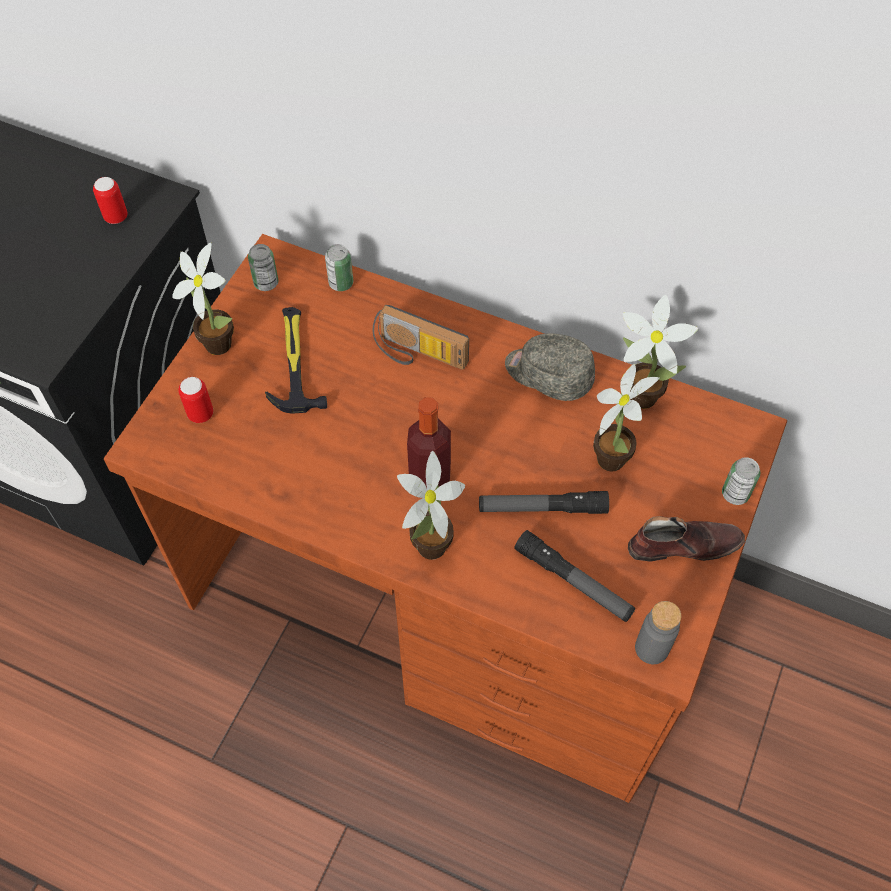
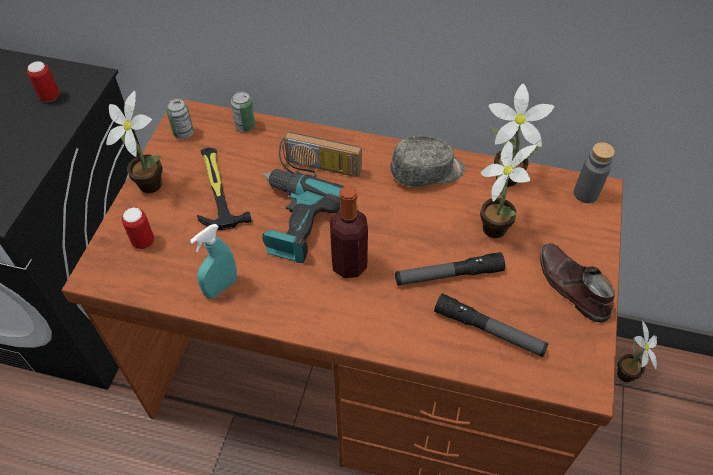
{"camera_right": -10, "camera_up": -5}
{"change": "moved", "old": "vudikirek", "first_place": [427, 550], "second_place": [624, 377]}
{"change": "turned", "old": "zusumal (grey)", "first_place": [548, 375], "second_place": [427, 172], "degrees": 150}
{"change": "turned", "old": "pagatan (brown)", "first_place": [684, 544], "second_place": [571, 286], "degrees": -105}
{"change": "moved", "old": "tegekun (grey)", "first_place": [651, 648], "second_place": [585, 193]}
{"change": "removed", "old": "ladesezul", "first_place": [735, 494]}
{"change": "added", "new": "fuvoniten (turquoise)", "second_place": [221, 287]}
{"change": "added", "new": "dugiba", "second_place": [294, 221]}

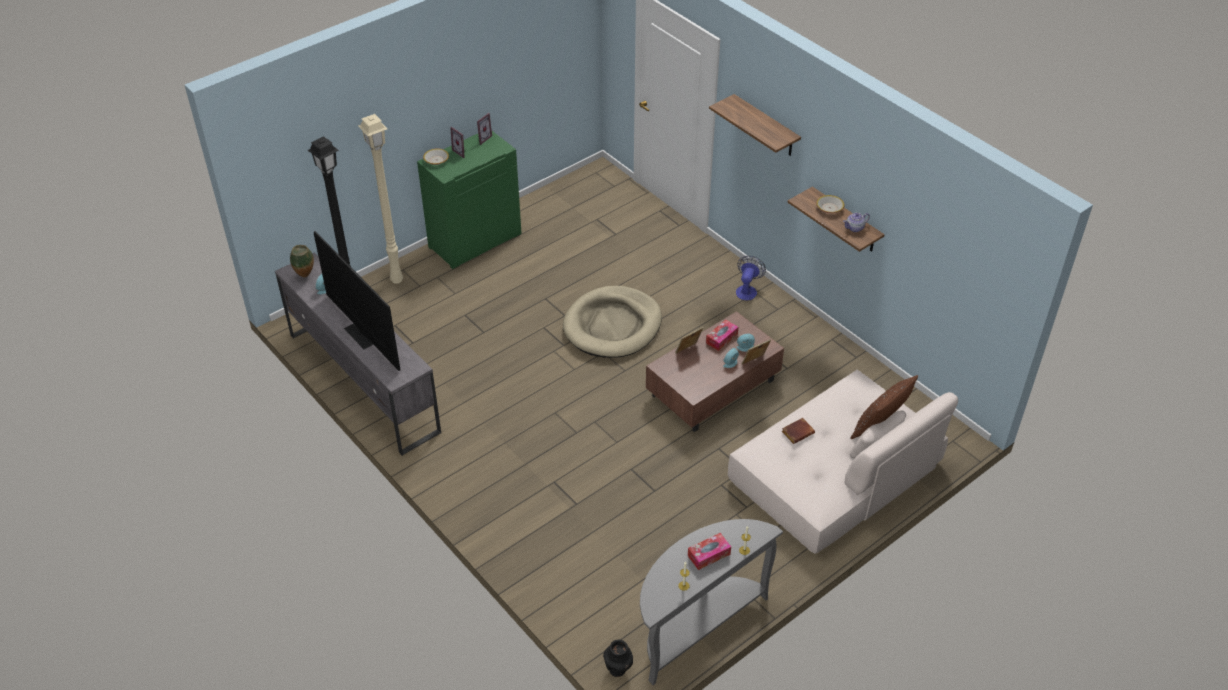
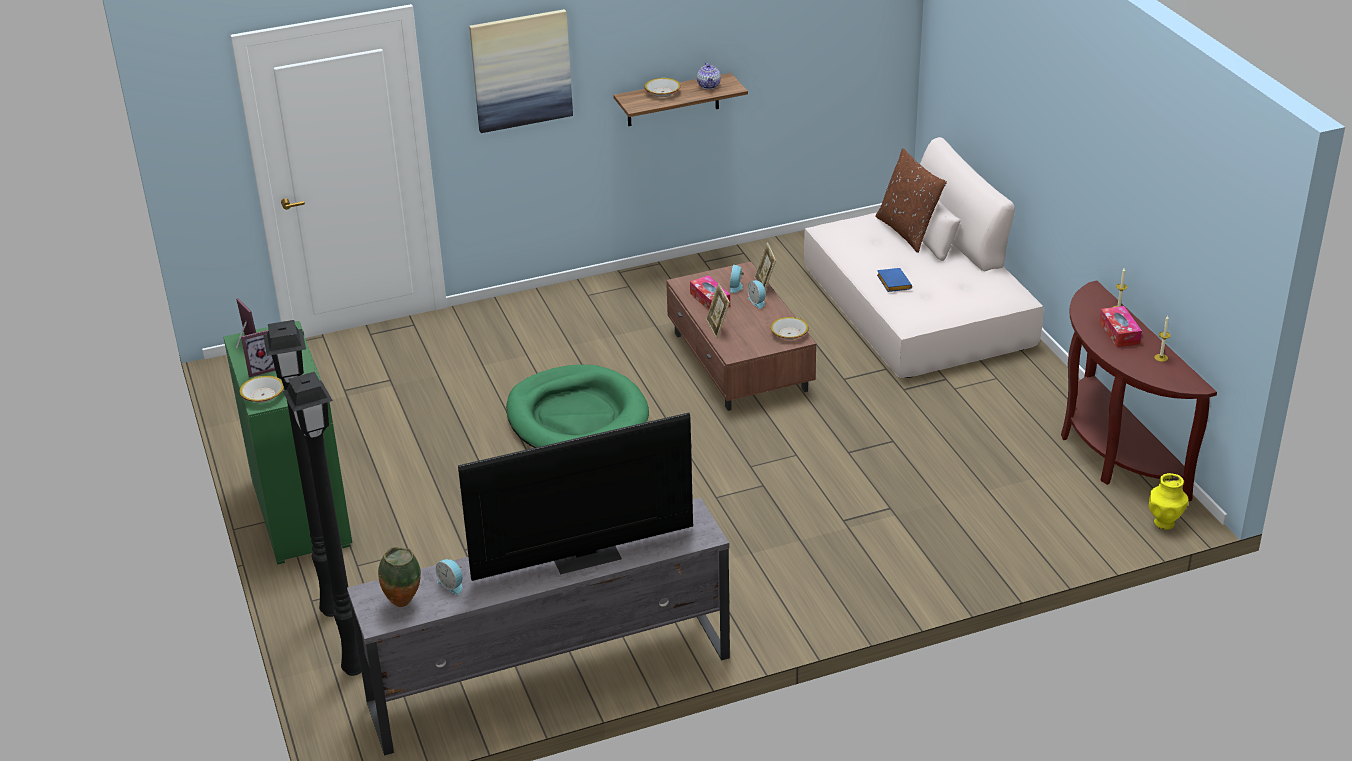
{"camera_right": -70, "camera_up": -10}
{"change": "recoloured", "old": "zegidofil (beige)", "new": "zegidofil (black)", "first_place": [396, 280], "second_place": [333, 611]}
{"change": "recoloured", "old": "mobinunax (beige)", "new": "mobinunax (green)", "first_place": [612, 325], "second_place": [577, 417]}
{"change": "recoloured", "old": "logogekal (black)", "new": "logogekal (yellow)", "first_place": [618, 670], "second_place": [1164, 523]}
{"change": "recoloured", "old": "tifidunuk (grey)", "new": "tifidunuk (brown)", "first_place": [696, 625], "second_place": [1112, 451]}
{"change": "replaced", "old": "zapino", "new": "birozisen", "first_place": [765, 126], "second_place": [521, 70]}
{"change": "removed", "old": "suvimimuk", "first_place": [747, 290]}
{"change": "recoloured", "old": "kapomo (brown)", "new": "kapomo (blue)", "first_place": [797, 432], "second_place": [892, 283]}
{"change": "added", "new": "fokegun", "second_place": [789, 334]}

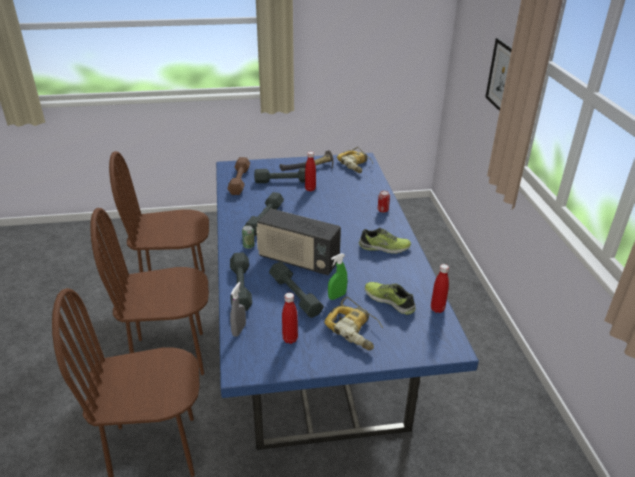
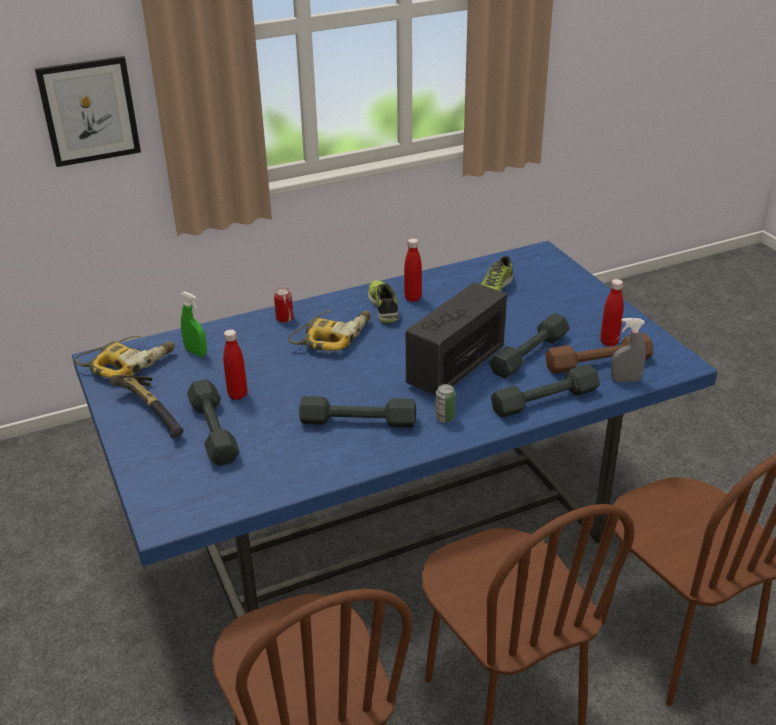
{"camera_right": -105, "camera_up": 0}
{"change": "moved", "old": "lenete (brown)", "first_place": [239, 181], "second_place": [598, 363]}
{"change": "turned", "old": "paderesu", "first_place": [298, 261], "second_place": [455, 366], "degrees": -150}
{"change": "moved", "old": "dugiba", "first_place": [356, 329], "second_place": [332, 336]}
{"change": "moved", "old": "fuvoniten (green)", "first_place": [337, 296], "second_place": [196, 352]}
{"change": "moved", "old": "tegekun (red)", "first_place": [437, 309], "second_place": [413, 298]}

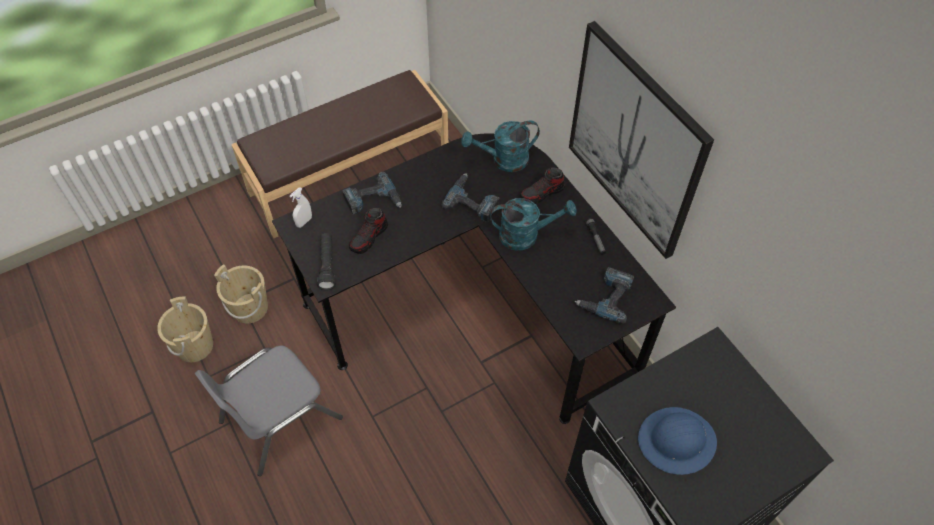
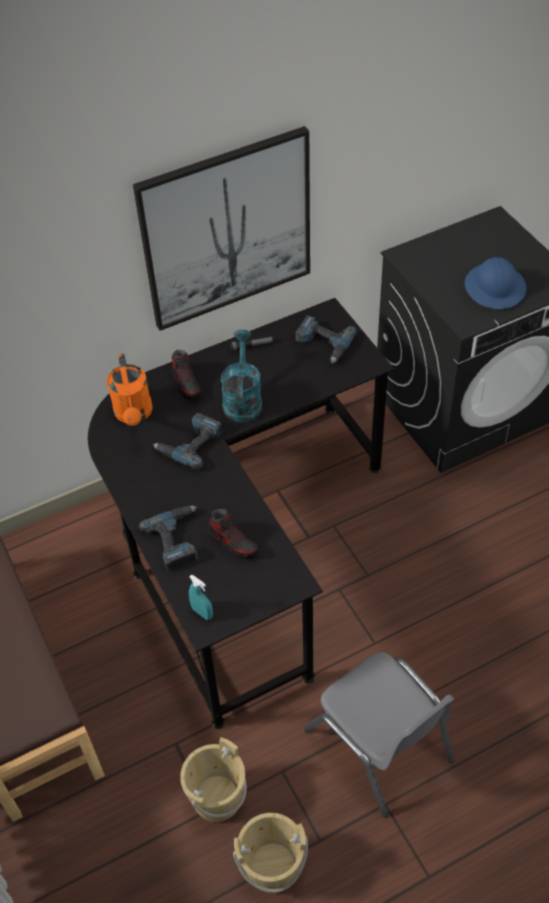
{"camera_right": -85, "camera_up": -5}
{"change": "recoloured", "old": "fuvoniten (white)", "new": "fuvoniten (turquoise)", "first_place": [304, 222], "second_place": [202, 613]}
{"change": "removed", "old": "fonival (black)", "first_place": [327, 265]}
{"change": "recoloured", "old": "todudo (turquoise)", "new": "todudo (orange)", "first_place": [503, 160], "second_place": [134, 414]}

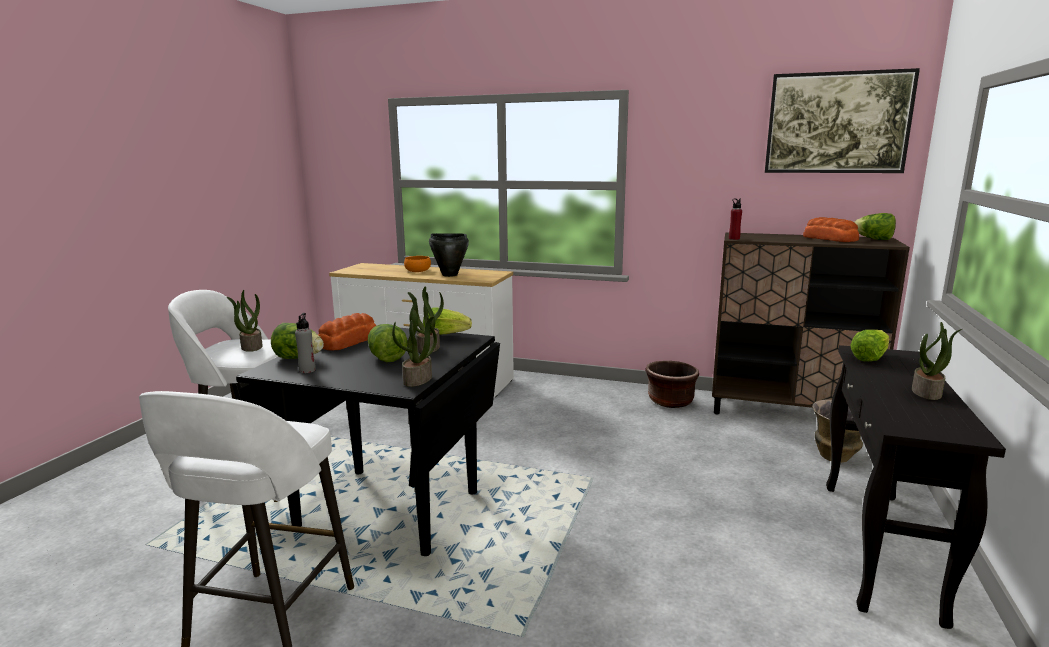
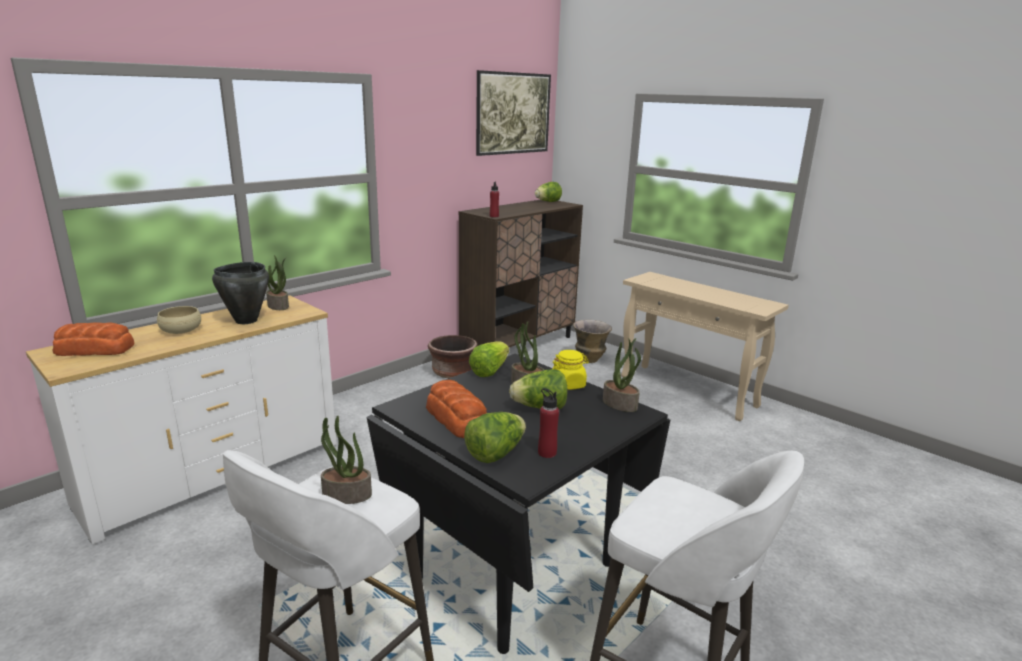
{"camera_right": -65, "camera_up": 5}
{"change": "recoloured", "old": "tegekun (grey)", "new": "tegekun (red)", "first_place": [307, 370], "second_place": [547, 453]}
{"change": "recoloured", "old": "fokegun (orange)", "new": "fokegun (beige)", "first_place": [417, 271], "second_place": [181, 330]}
{"change": "moved", "old": "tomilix", "first_place": [829, 239], "second_place": [94, 349]}
{"change": "recoloured", "old": "tifidunuk (black)", "new": "tifidunuk (beige)", "first_place": [879, 548], "second_place": [689, 392]}
{"change": "removed", "old": "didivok", "first_place": [869, 357]}
{"change": "moved", "old": "vudikirek", "first_place": [927, 392], "second_place": [279, 306]}
{"change": "added", "new": "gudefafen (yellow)", "second_place": [568, 385]}

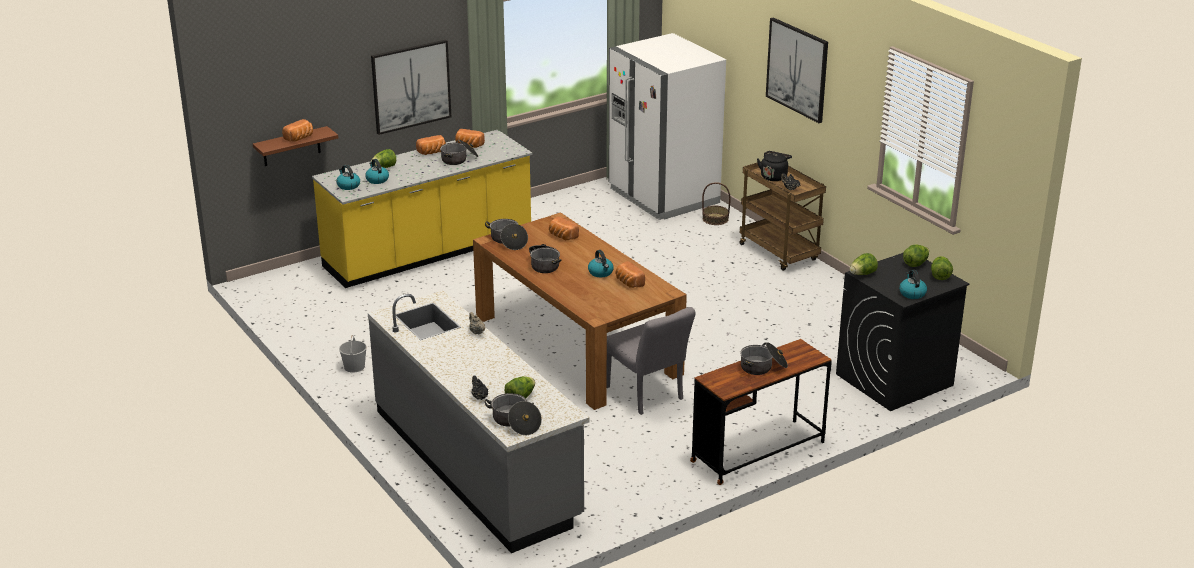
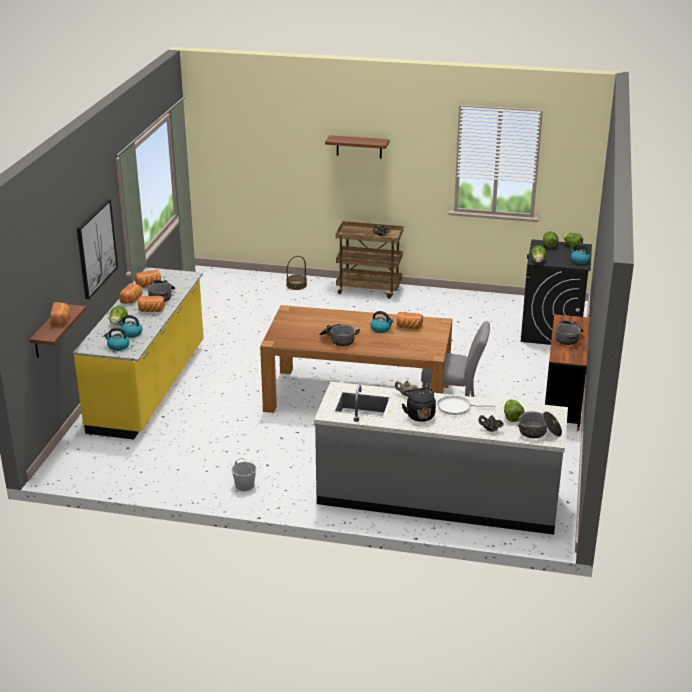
{"camera_right": -45, "camera_up": 0}
{"change": "removed", "old": "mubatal", "first_place": [508, 241]}
{"change": "moved", "old": "tomilix", "first_place": [562, 236], "second_place": [151, 311]}
{"change": "removed", "old": "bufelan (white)", "first_place": [663, 196]}
{"change": "moved", "old": "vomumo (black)", "first_place": [774, 176], "second_place": [419, 415]}
{"change": "replaced", "old": "birozisen", "new": "zapino (brown)", "first_place": [797, 69], "second_place": [359, 147]}
{"change": "added", "new": "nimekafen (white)", "second_place": [456, 407]}

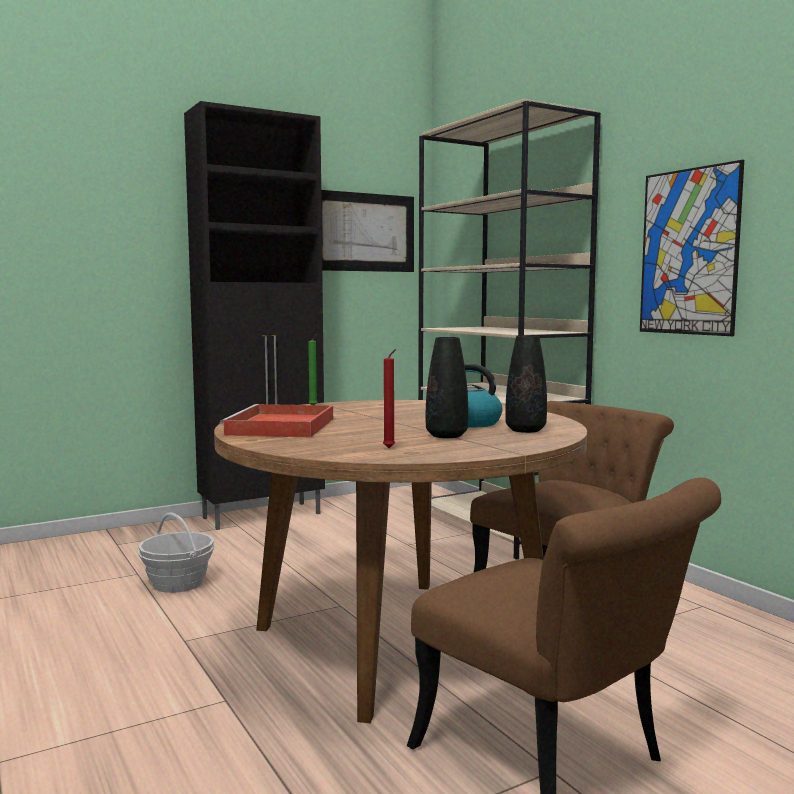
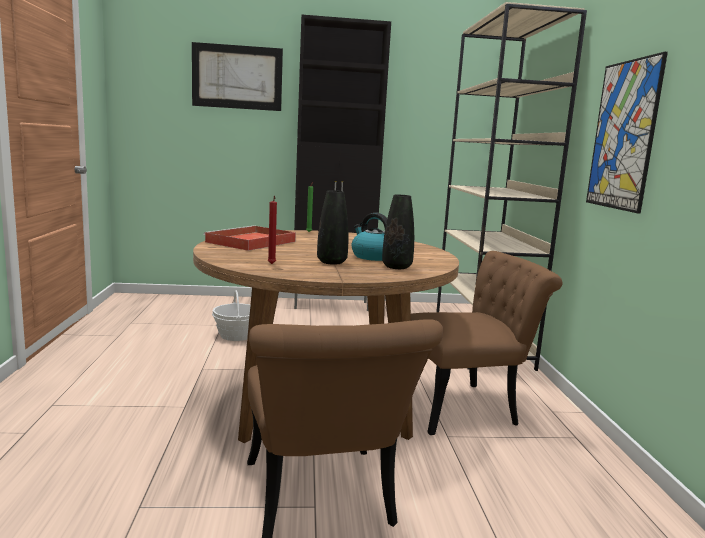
{"camera_right": 25, "camera_up": 5}
{"change": "moved", "old": "birozisen", "first_place": [364, 232], "second_place": [237, 77]}

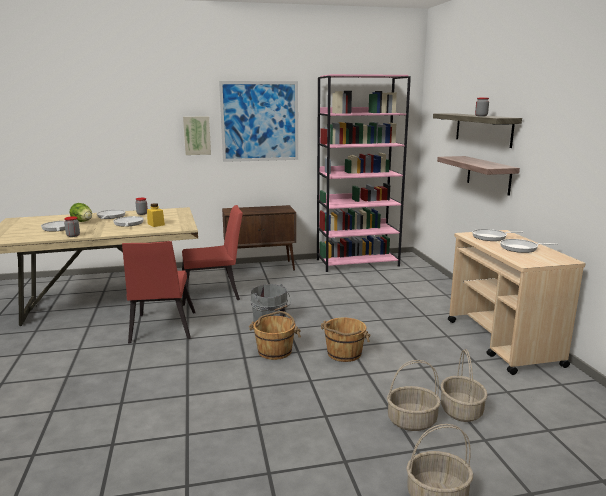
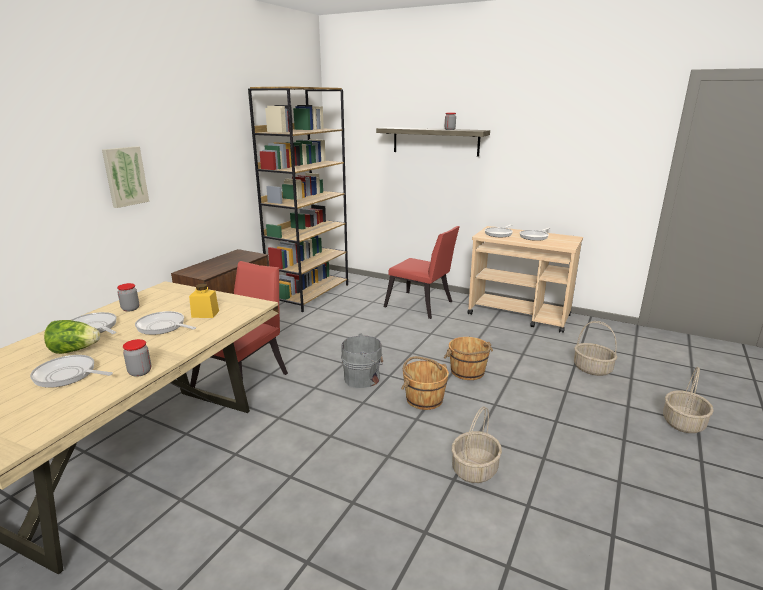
{"camera_right": -50, "camera_up": 5}
{"change": "moved", "old": "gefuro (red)", "first_place": [161, 329], "second_place": [421, 306]}
{"change": "removed", "old": "birozisen", "first_place": [260, 121]}
{"change": "recoloured", "old": "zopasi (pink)", "new": "zopasi (brown)", "first_place": [357, 262], "second_place": [309, 294]}
{"change": "moved", "old": "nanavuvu", "first_place": [412, 420], "second_place": [474, 469]}
{"change": "removed", "old": "zapino", "first_place": [488, 175]}

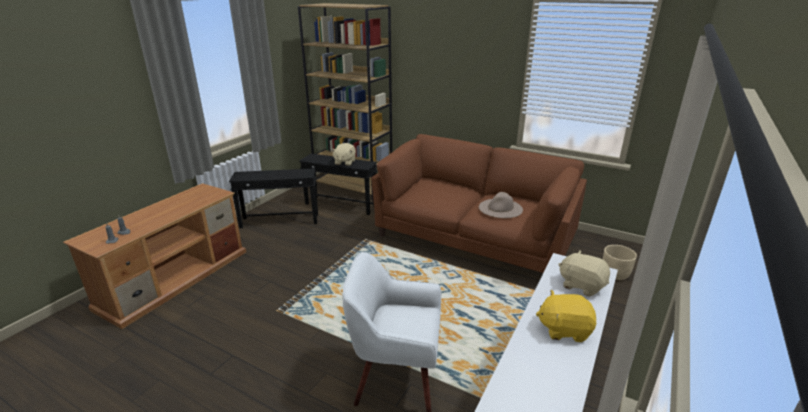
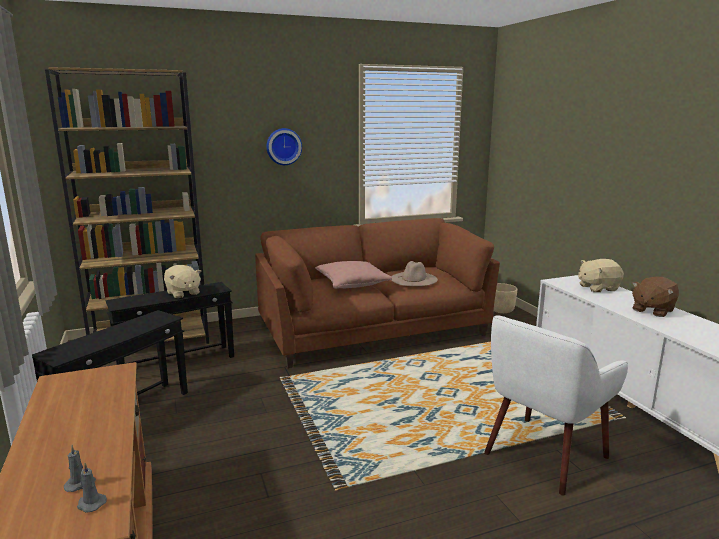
{"camera_right": -50, "camera_up": -10}
{"change": "recoloured", "old": "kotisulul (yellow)", "new": "kotisulul (brown)", "first_place": [564, 329], "second_place": [652, 310]}
{"change": "added", "new": "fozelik", "second_place": [283, 146]}
{"change": "added", "new": "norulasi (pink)", "second_place": [352, 284]}

